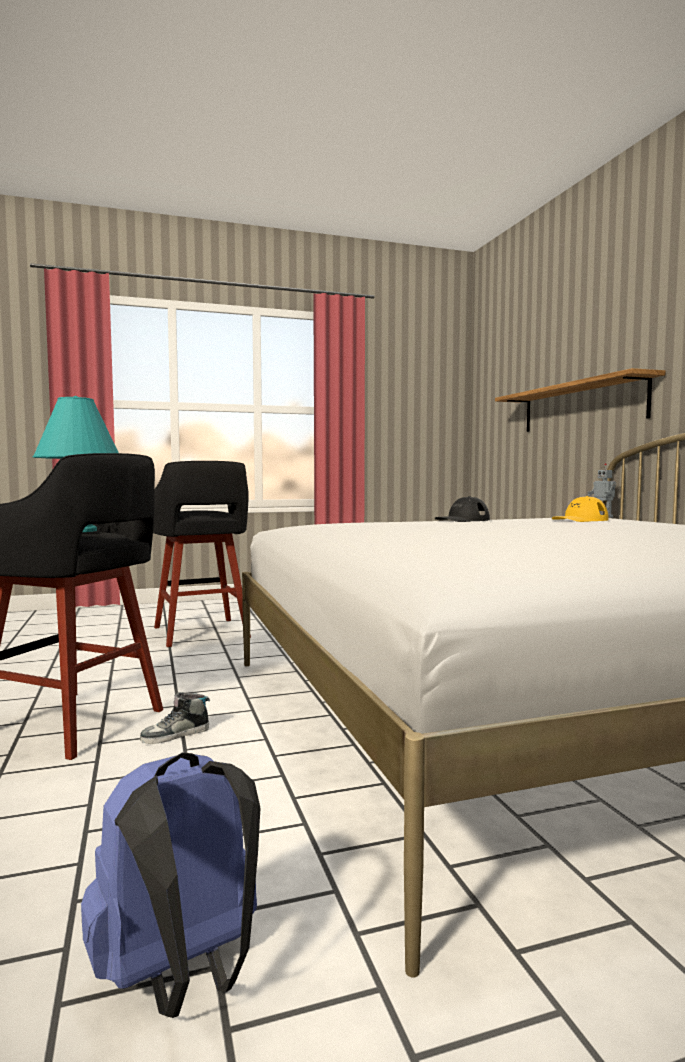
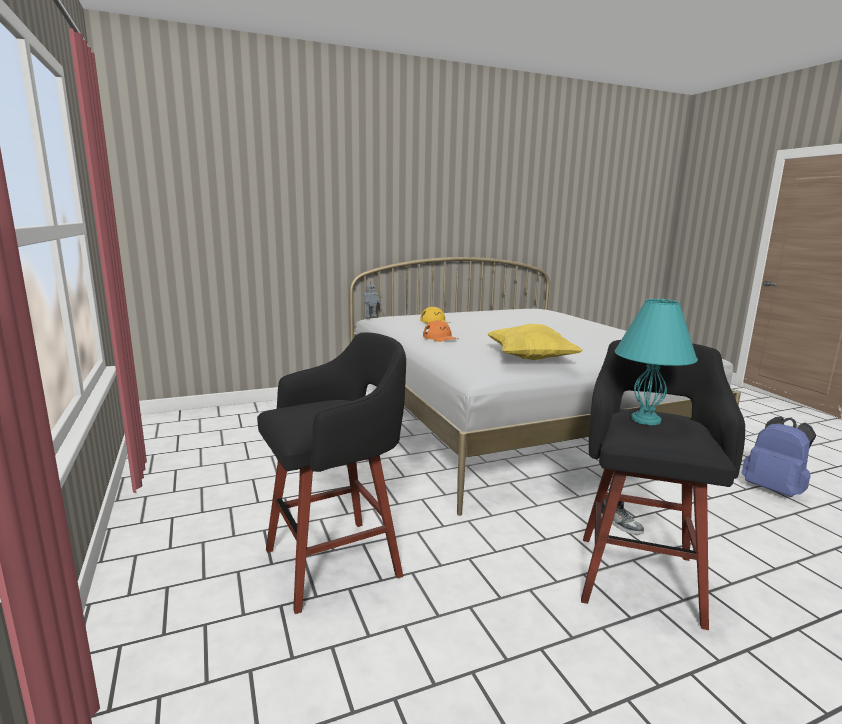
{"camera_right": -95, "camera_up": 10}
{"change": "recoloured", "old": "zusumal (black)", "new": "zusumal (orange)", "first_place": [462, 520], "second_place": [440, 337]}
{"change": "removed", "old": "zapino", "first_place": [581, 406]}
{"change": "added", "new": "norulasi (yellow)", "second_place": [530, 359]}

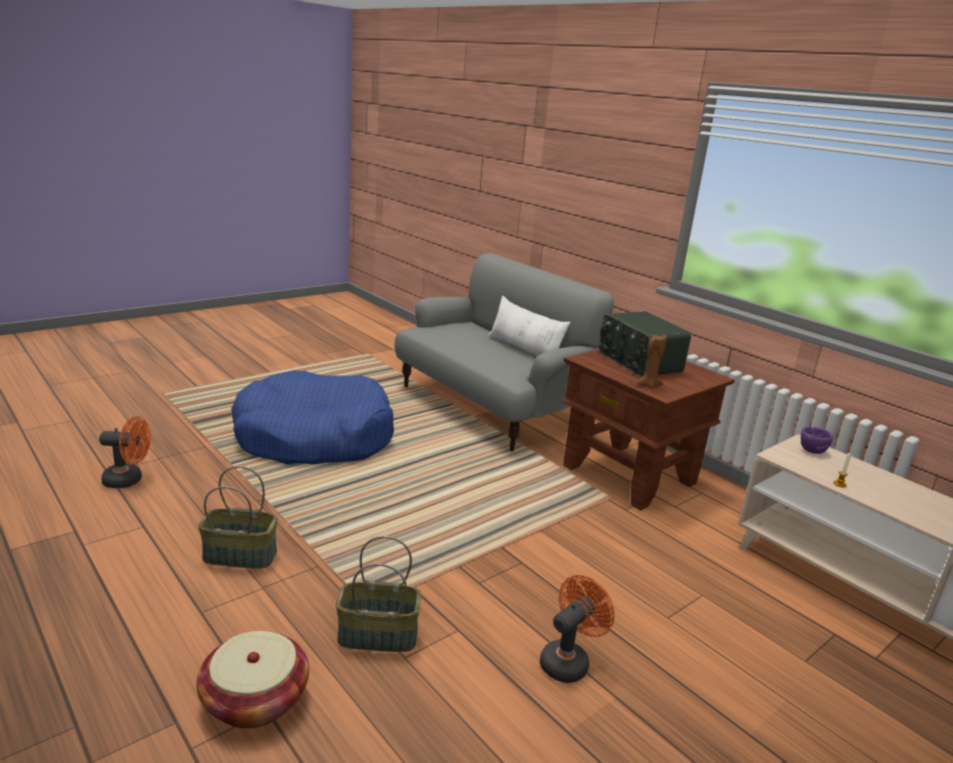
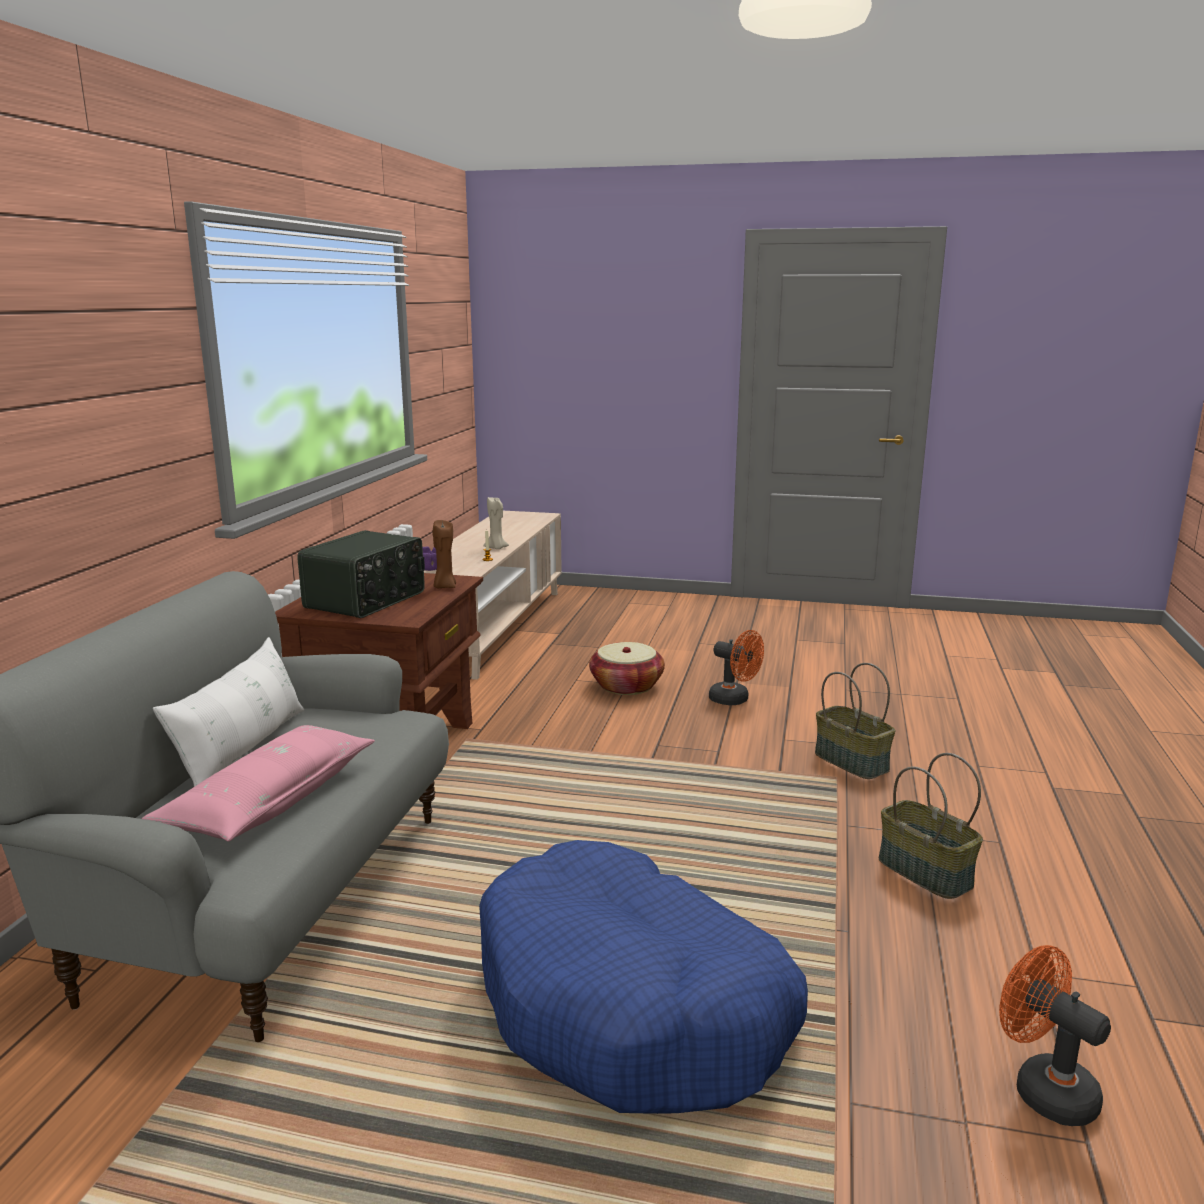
{"camera_right": -125, "camera_up": -5}
{"change": "moved", "old": "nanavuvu", "first_place": [255, 700], "second_place": [626, 686]}
{"change": "turned", "old": "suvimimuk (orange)", "first_place": [568, 660], "second_place": [735, 700], "degrees": -150}
{"change": "added", "new": "norulasi (pink)", "second_place": [270, 800]}
{"change": "added", "new": "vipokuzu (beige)", "second_place": [496, 548]}

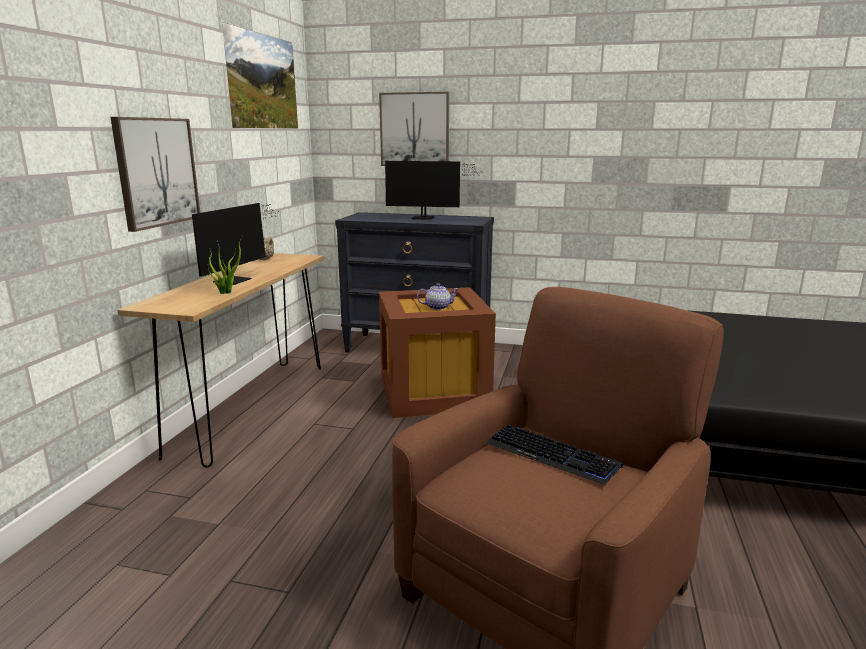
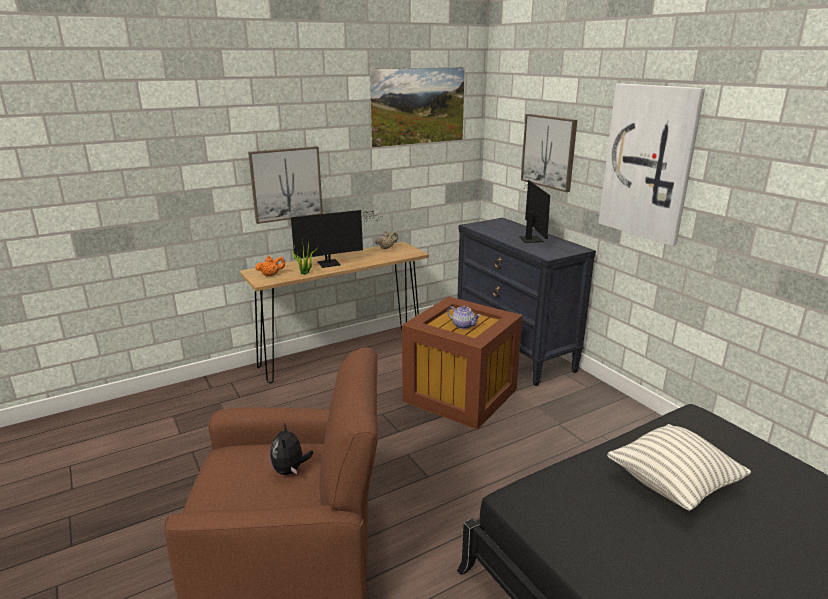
{"camera_right": 45, "camera_up": 5}
{"change": "turned", "old": "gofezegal", "first_place": [426, 218], "second_place": [531, 238], "degrees": -150}
{"change": "replaced", "old": "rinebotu", "new": "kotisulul", "first_place": [552, 455], "second_place": [290, 470]}
{"change": "added", "new": "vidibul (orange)", "second_place": [271, 275]}
{"change": "added", "new": "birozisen", "second_place": [648, 162]}
{"change": "added", "new": "norulasi", "second_place": [672, 485]}

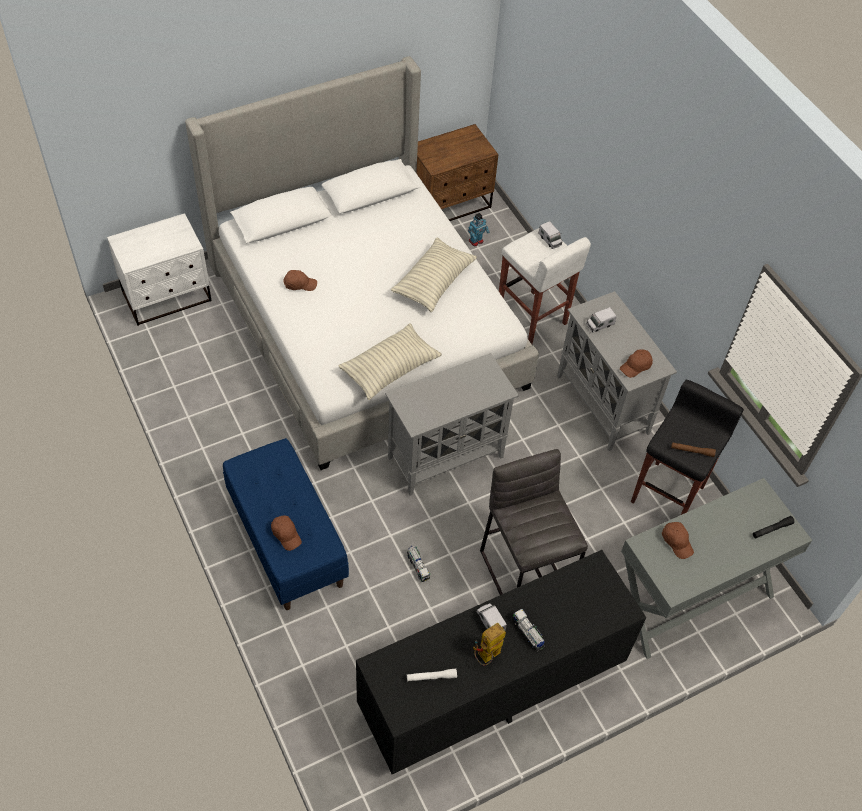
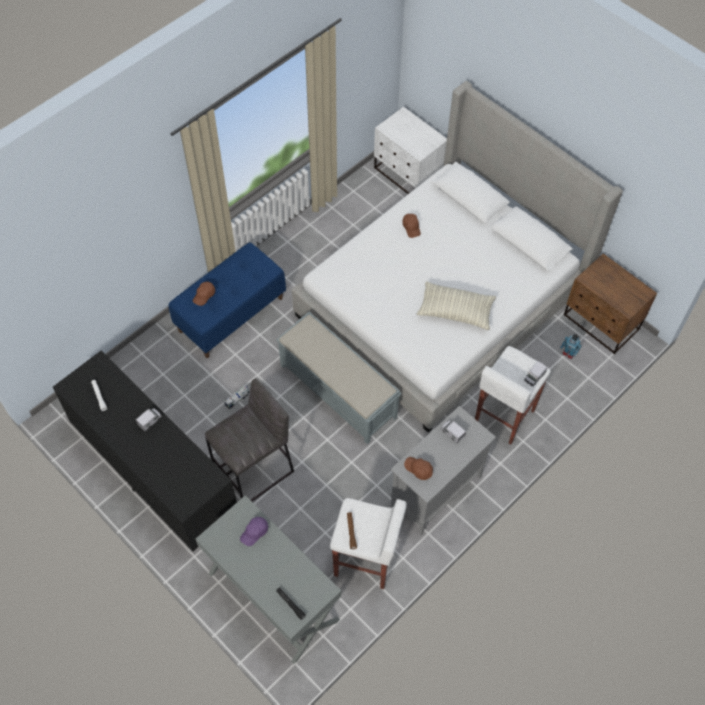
{"camera_right": 75, "camera_up": 5}
{"change": "removed", "old": "norulasi", "first_place": [390, 369]}
{"change": "replaced", "old": "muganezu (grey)", "new": "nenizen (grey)", "first_place": [446, 456], "second_place": [338, 391]}
{"change": "removed", "old": "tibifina", "first_place": [486, 657]}
{"change": "removed", "old": "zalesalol", "first_place": [528, 633]}
{"change": "recoloured", "old": "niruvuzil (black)", "new": "niruvuzil (white)", "first_place": [669, 493], "second_place": [365, 562]}
{"change": "recoloured", "old": "zusumal (brown)", "new": "zusumal (purple)", "first_place": [677, 542], "second_place": [255, 532]}

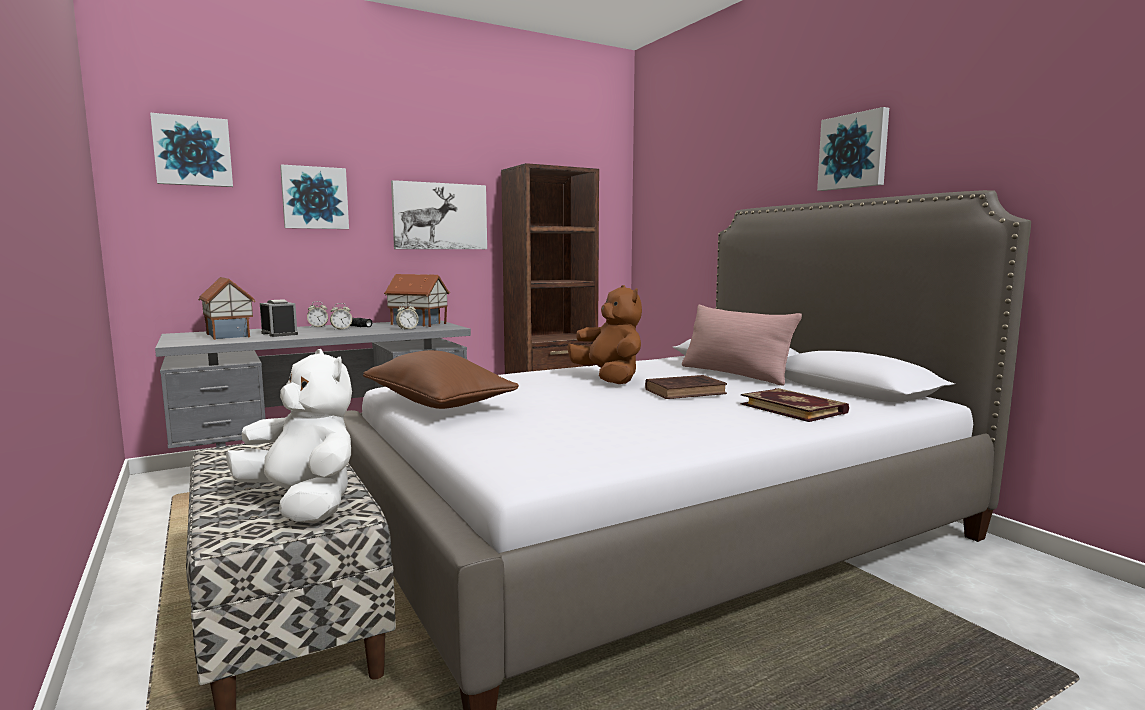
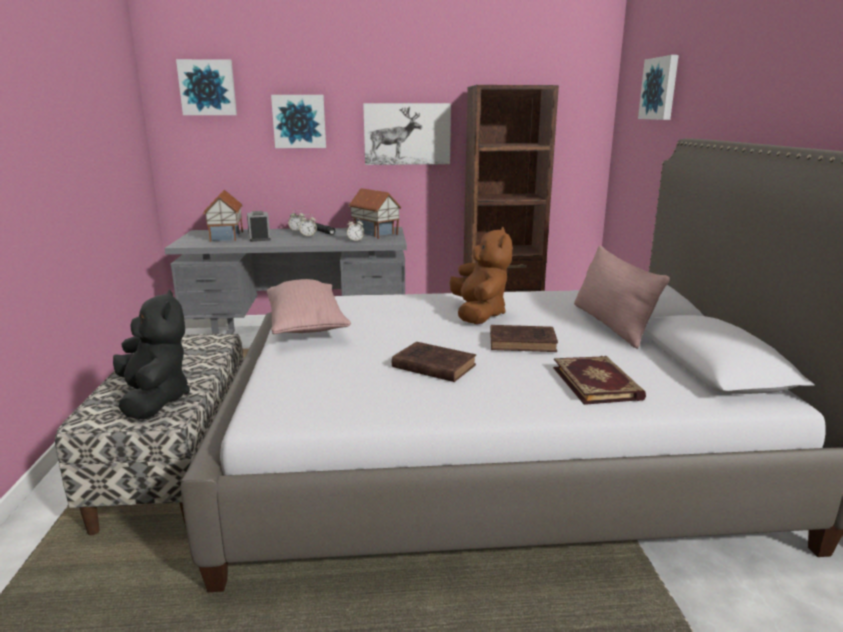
{"camera_right": 25, "camera_up": 10}
{"change": "recoloured", "old": "kotisulul (white)", "new": "kotisulul (black)", "first_place": [303, 504], "second_place": [154, 400]}
{"change": "recoloured", "old": "norulasi (brown)", "new": "norulasi (pink)", "first_place": [437, 404], "second_place": [306, 325]}
{"change": "moved", "old": "birozisen", "first_place": [854, 151], "second_place": [660, 88]}
{"change": "added", "new": "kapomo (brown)", "second_place": [432, 366]}

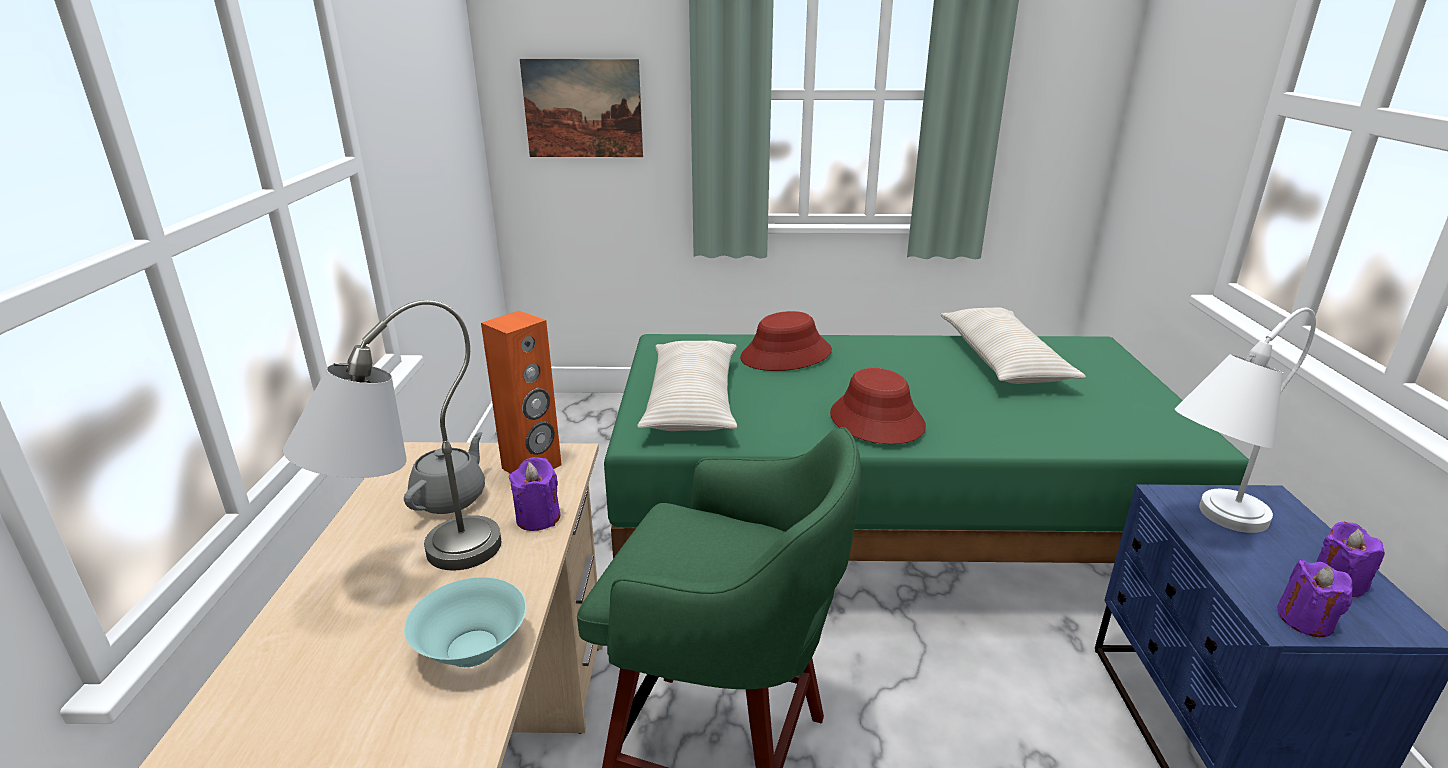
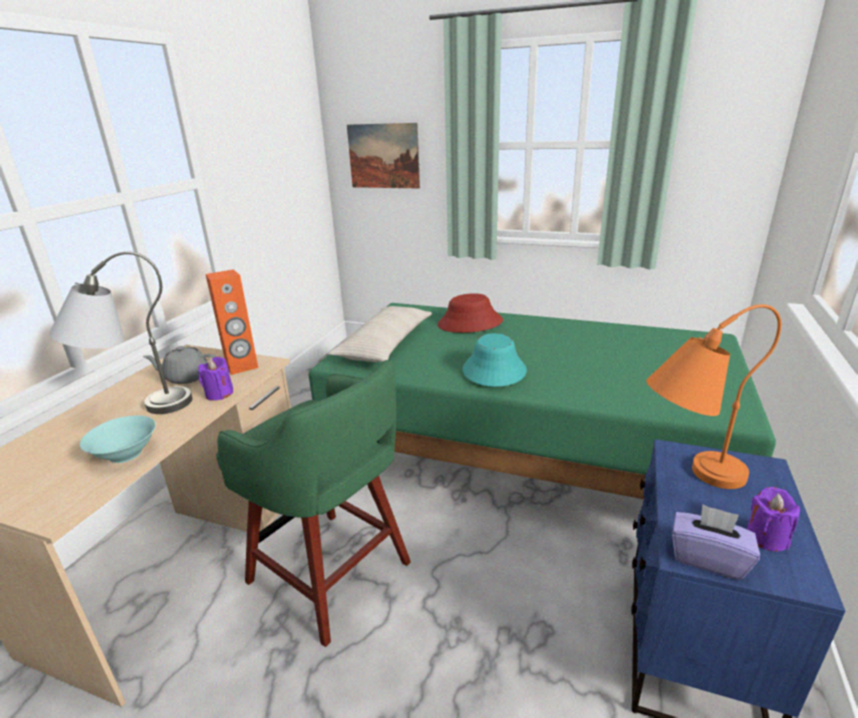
{"camera_right": 20, "camera_up": 0}
{"change": "turned", "old": "vidibul (grey)", "first_place": [451, 498], "second_place": [186, 377], "degrees": -135}
{"change": "recoloured", "old": "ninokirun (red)", "new": "ninokirun (turquoise)", "first_place": [876, 421], "second_place": [493, 370]}
{"change": "removed", "old": "norulasi (beige)", "first_place": [1003, 361]}
{"change": "recoloured", "old": "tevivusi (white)", "new": "tevivusi (orange)", "first_place": [1205, 525], "second_place": [686, 476]}
{"change": "replaced", "old": "vipokuzu (purple)", "new": "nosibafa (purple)", "first_place": [1305, 620], "second_place": [708, 558]}

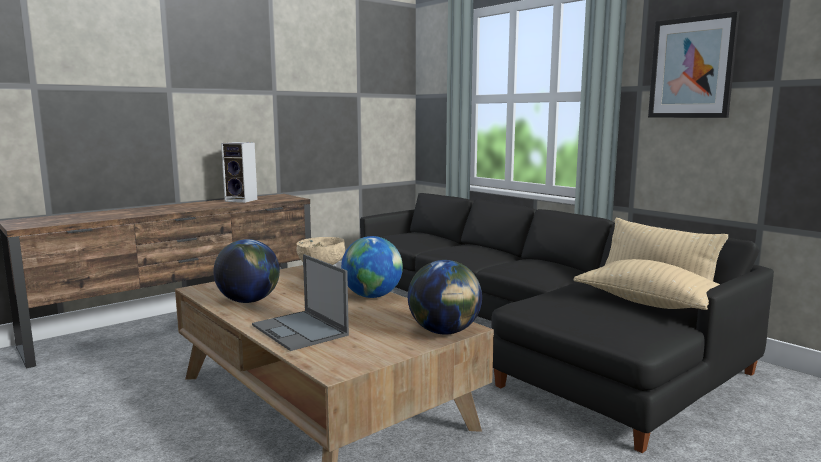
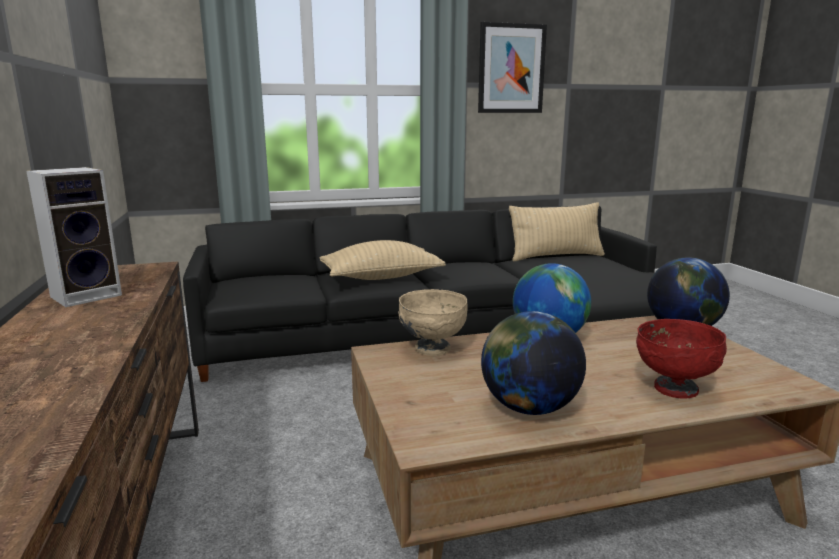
{"camera_right": -65, "camera_up": 5}
{"change": "replaced", "old": "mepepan", "new": "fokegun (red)", "first_place": [300, 330], "second_place": [674, 389]}
{"change": "moved", "old": "norulasi (beige)", "first_place": [648, 303], "second_place": [381, 277]}

